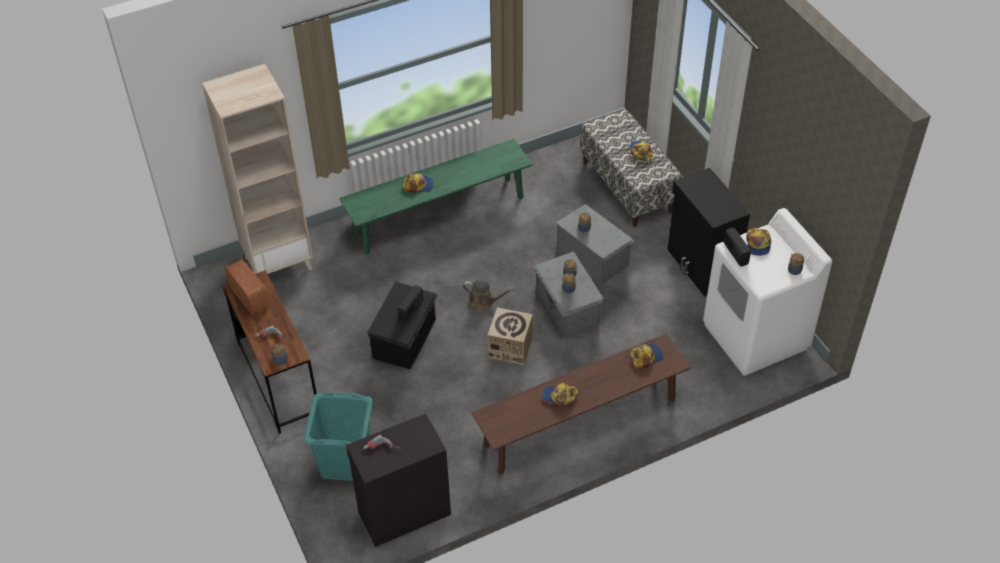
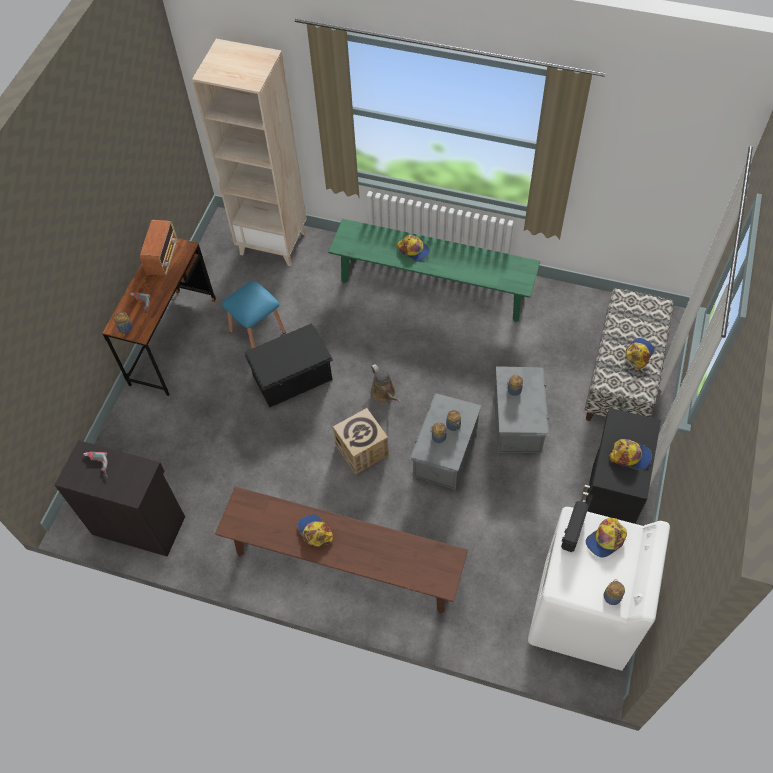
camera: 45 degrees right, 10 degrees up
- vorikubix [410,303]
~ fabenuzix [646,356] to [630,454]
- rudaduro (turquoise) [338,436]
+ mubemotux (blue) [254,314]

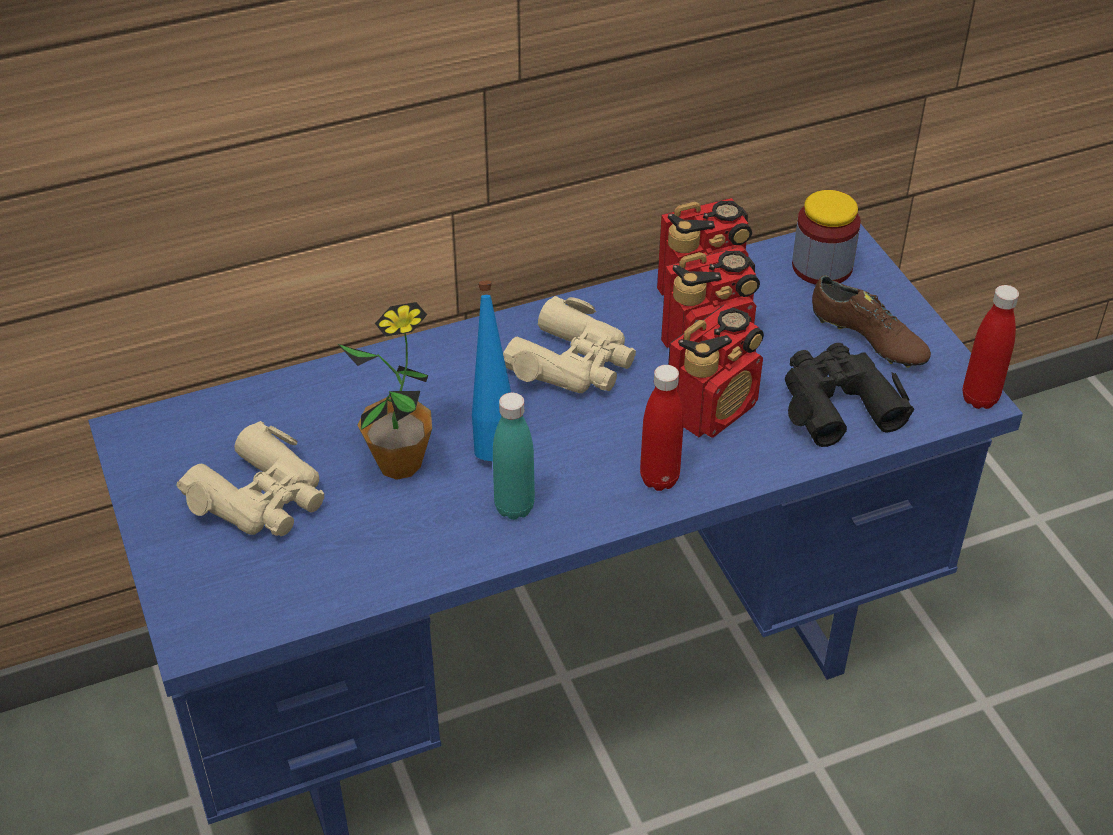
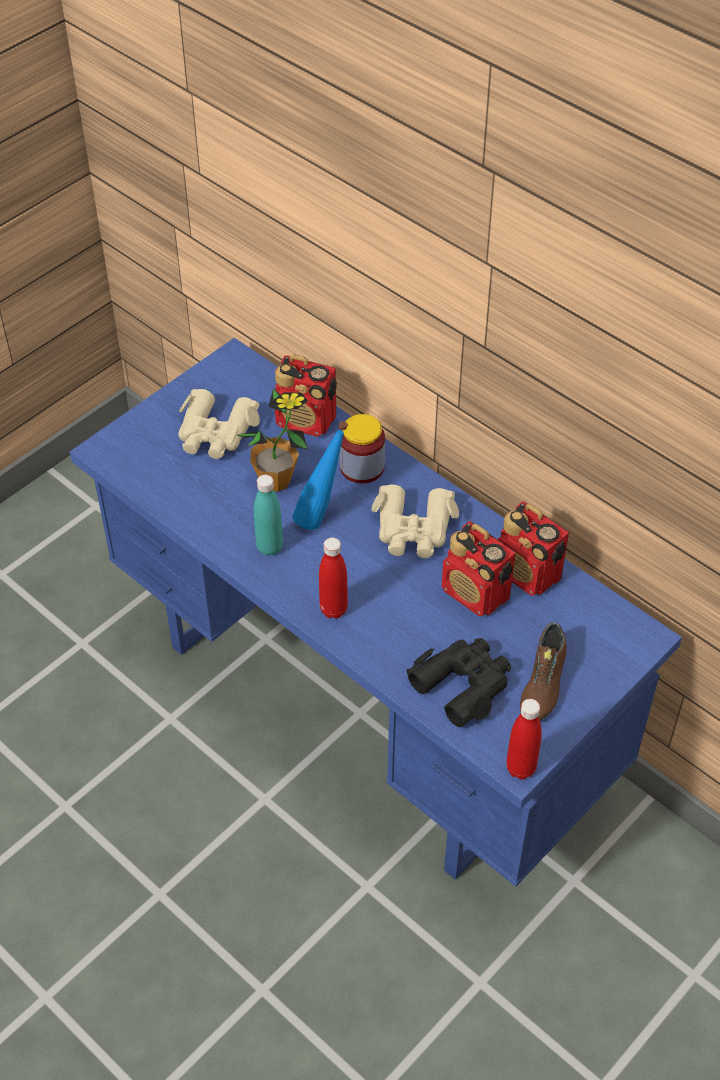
camera: 65 degrees right, 5 degrees up
~ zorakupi [826,237] to [362,448]
~ vorikubix [716,371] to [306,396]

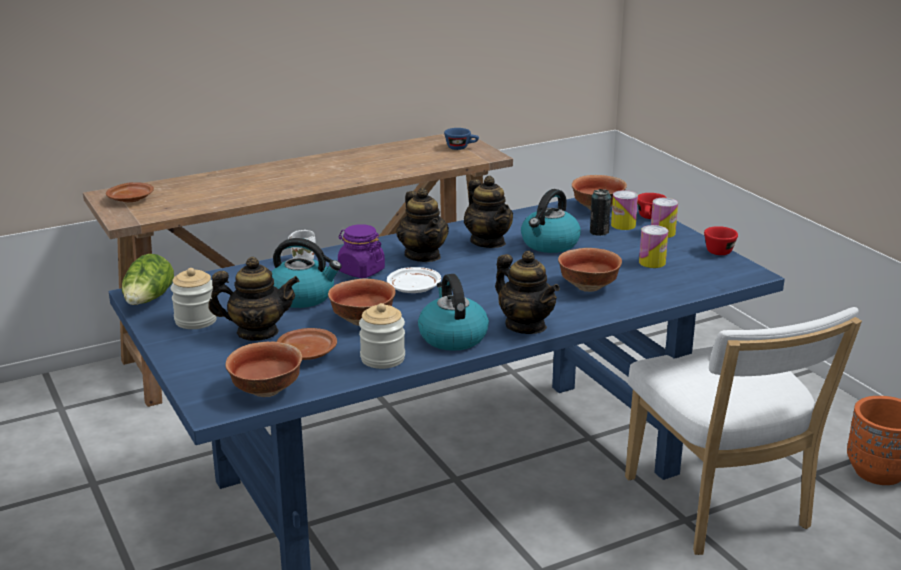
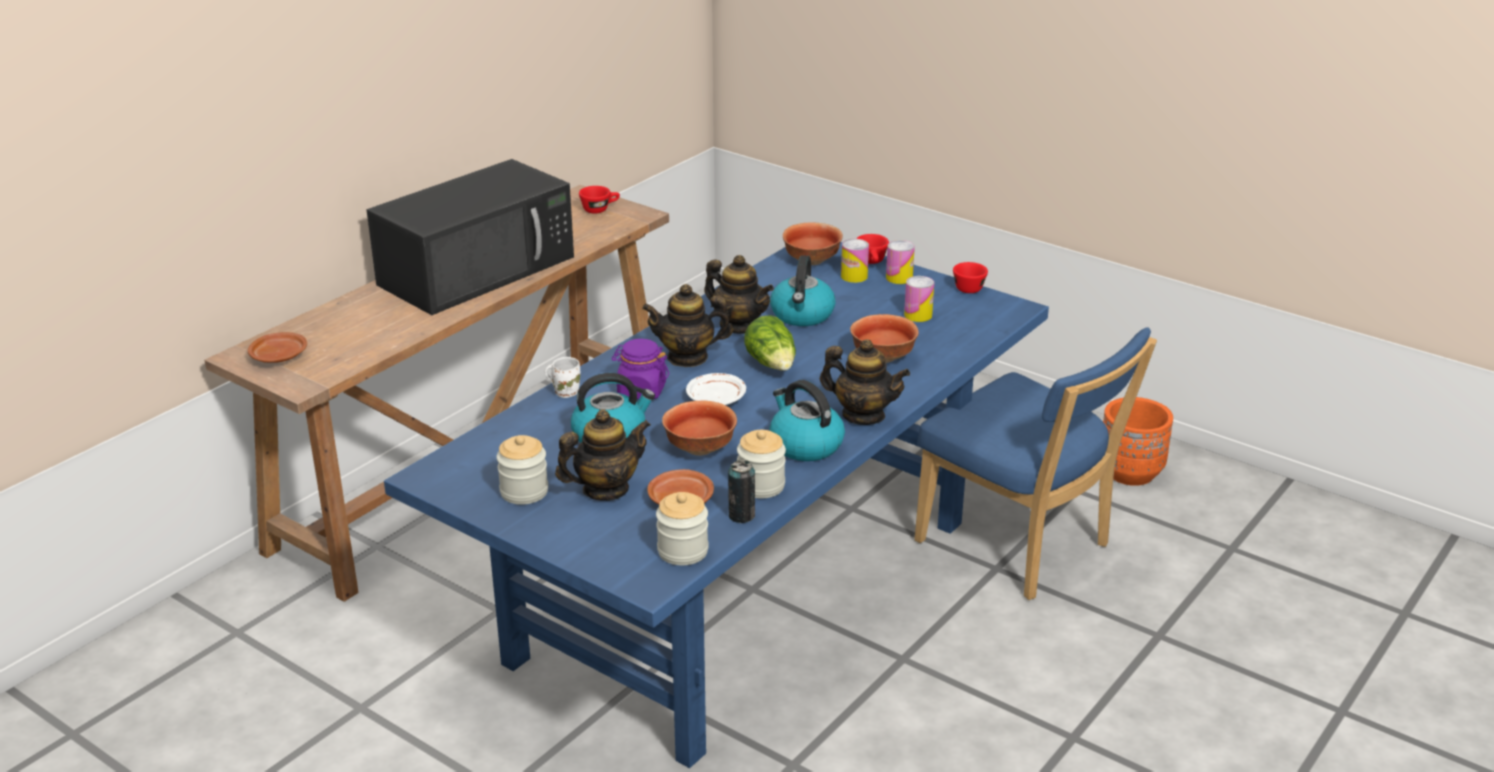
camera: 25 degrees left, 5 degrees up
~ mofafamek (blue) [461,139] to mofafamek (red) [599,200]
~ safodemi [422,225] = [687,325] 135 degrees clockwise
~ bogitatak [600,212] to [741,491]
~ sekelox [148,279] to [770,343]
~ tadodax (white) [743,431] to tadodax (blue) [1035,463]
~ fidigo [263,369] to zorakupi [682,528]
+ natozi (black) [470,237]

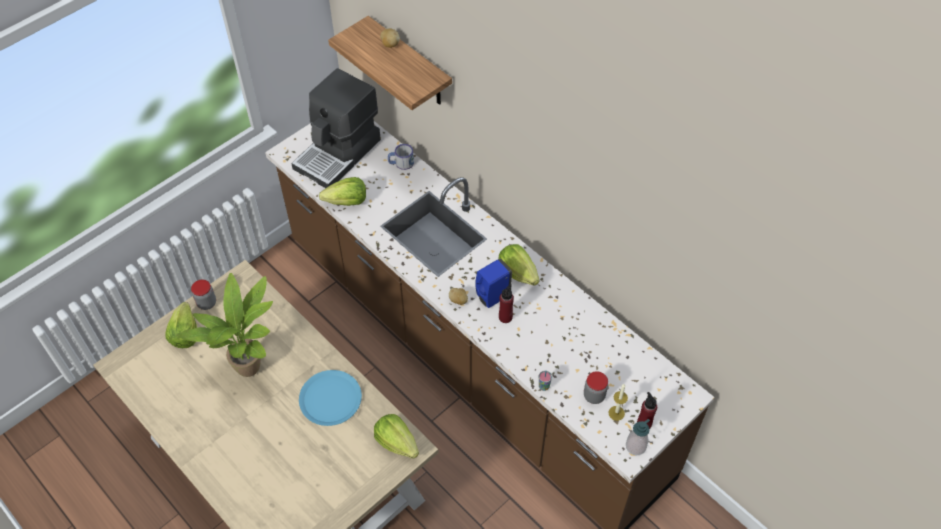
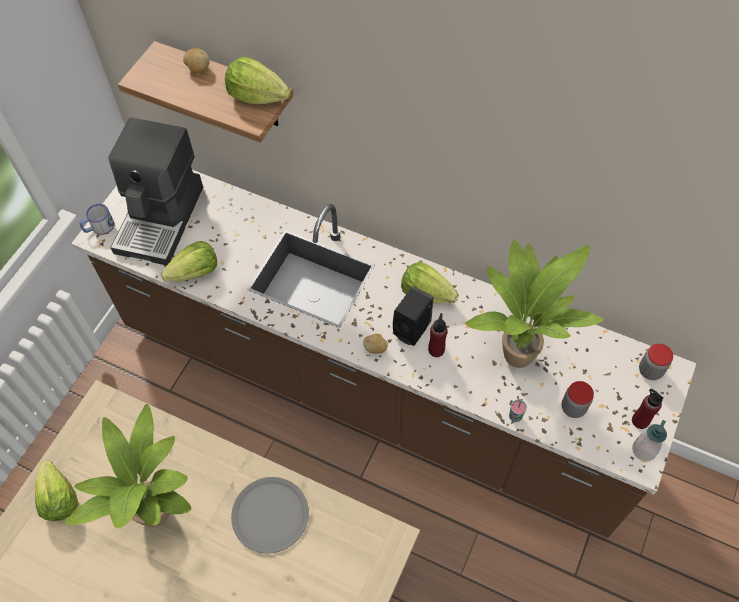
camera: 20 degrees left, 5 degrees up
~ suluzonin [401,157] to [97,219]
~ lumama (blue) [493,283] to lumama (black) [413,316]
~ zorakupi [203,295] to [656,361]
~ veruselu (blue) [330,398] to veruselu (grey) [270,515]
- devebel [618,402]
~ sekelox [396,436] to [258,80]
+ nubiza [534,303]

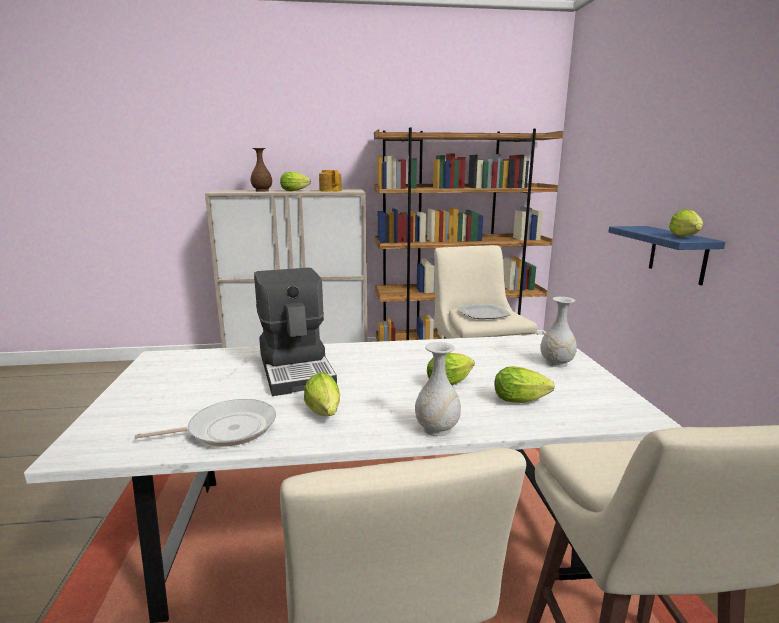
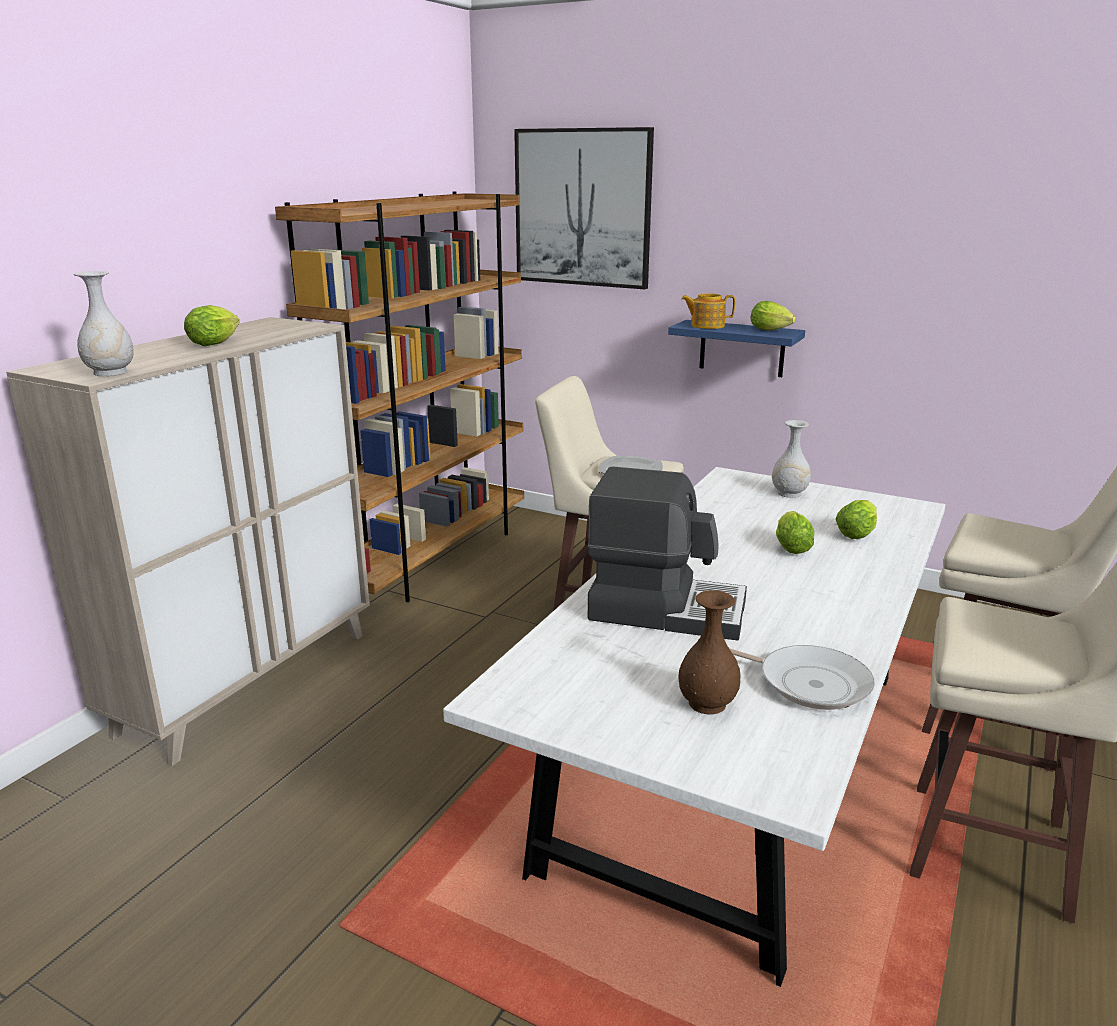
camera: 55 degrees left, 5 degrees up
~ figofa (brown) [261,169] to [709,652]
~ safodemi [330,181] to [708,311]
~ figofa (white) [438,389] to [104,323]
- sekelox [322,394]
~ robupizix [205,423] = [802,677] 105 degrees clockwise
+ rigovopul [584,208]

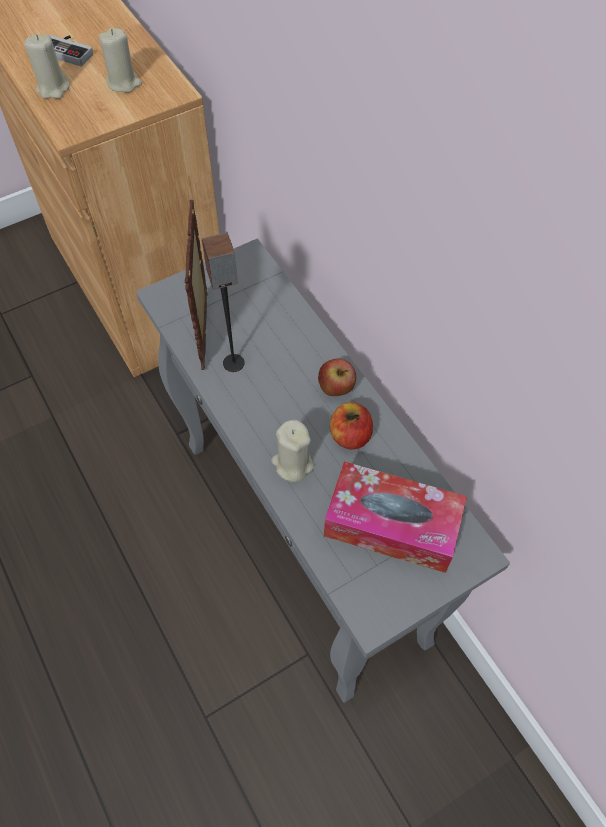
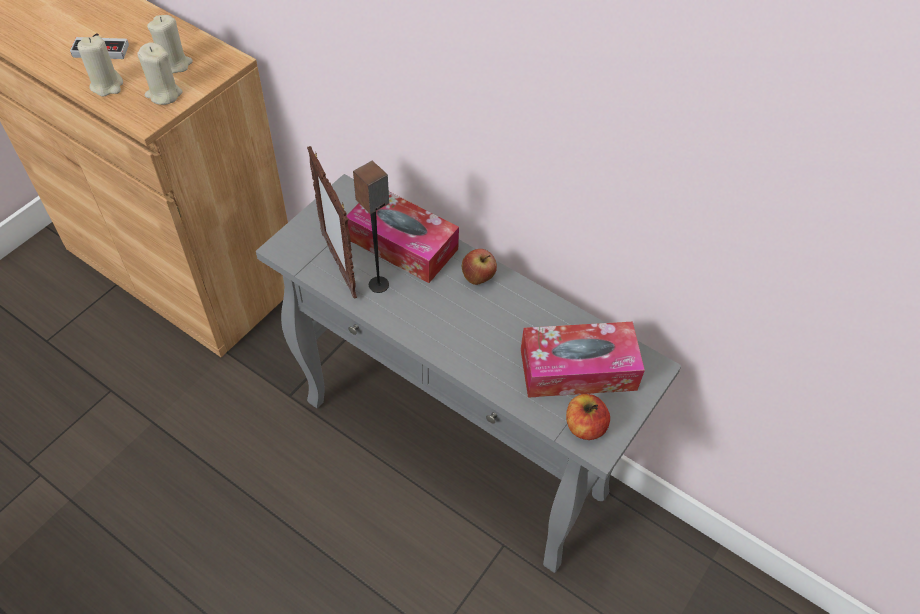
camera: 25 degrees left, 5 degrees down
~ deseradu [351,426] to [588,417]
~ devebel (beige) [292,451] to [160,73]
+ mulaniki [402,237]

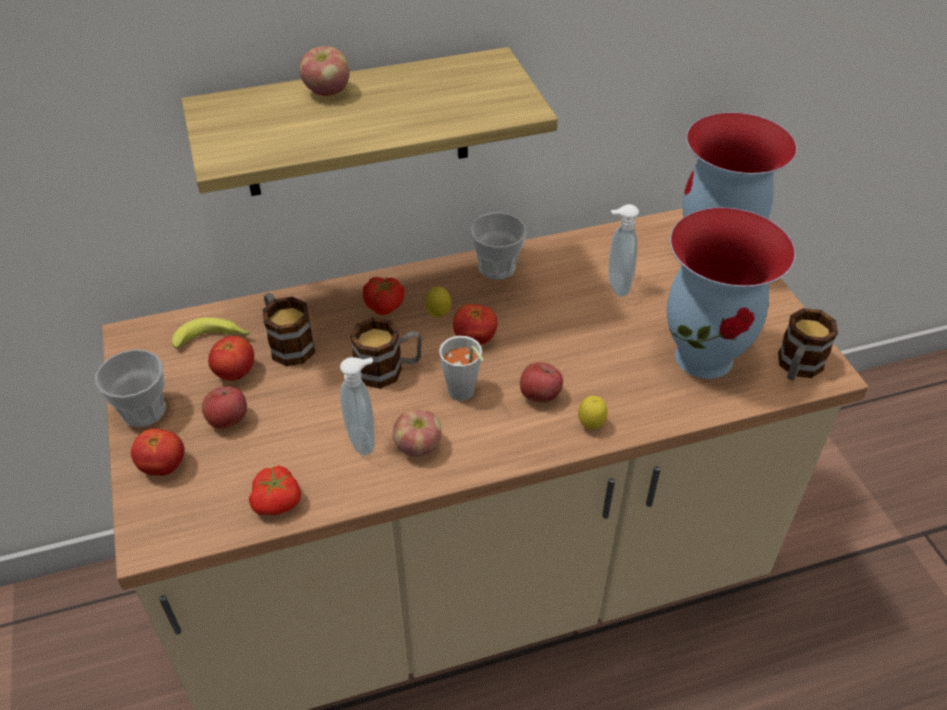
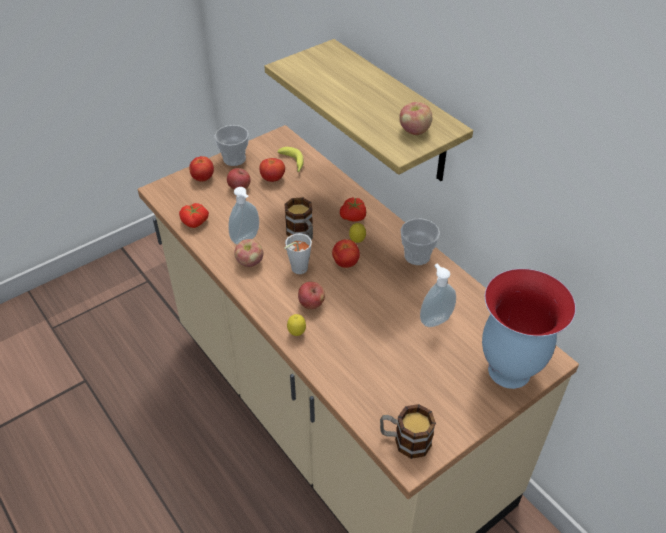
camera: 70 degrees right, 0 degrees up
~ deseradu [324,71] to [416,118]
- figofa [731,293]
- suluzonin [288,329]

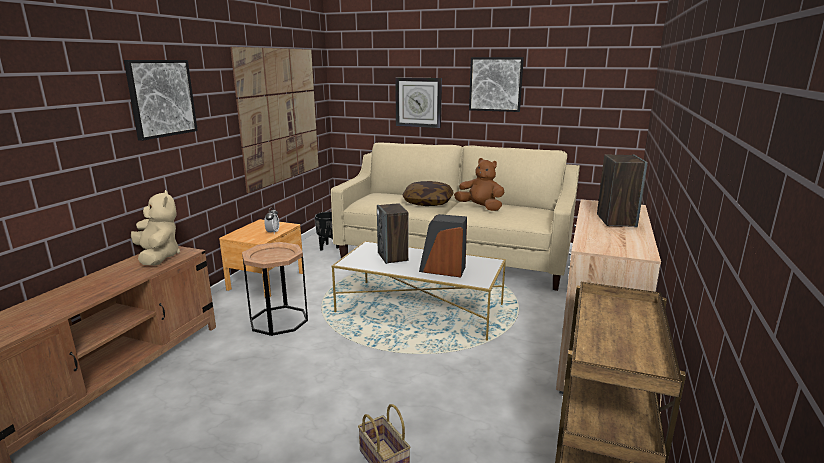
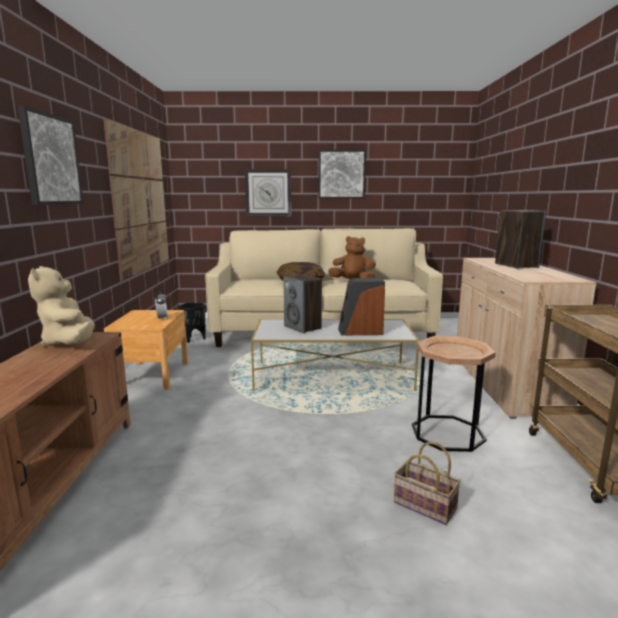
camera: 20 degrees left, 5 degrees down
~ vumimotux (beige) [155,228] = [61,306] 150 degrees counterclockwise
~ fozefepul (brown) [275,289] to [454,394]

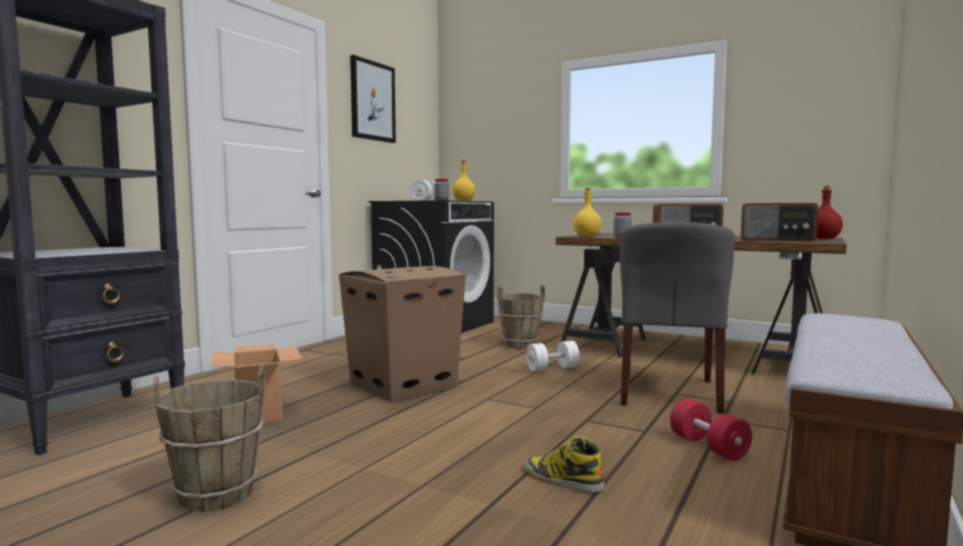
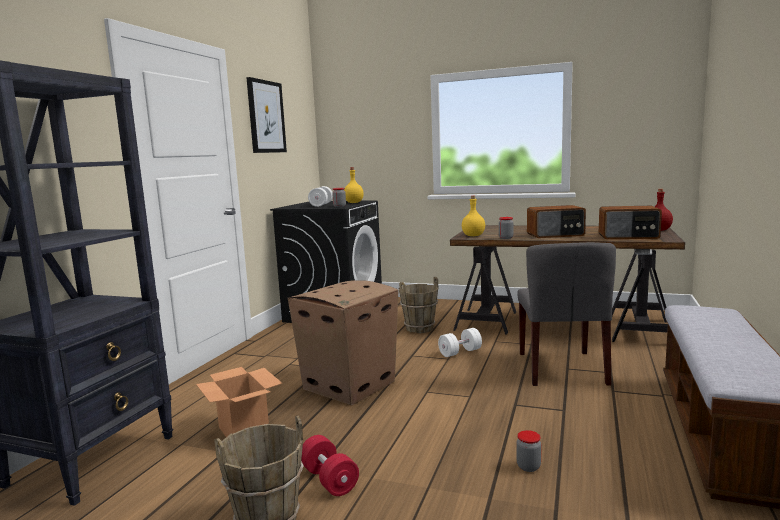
camera: 10 degrees left, 5 degrees up
~ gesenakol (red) [711,430] to [330,465]
~ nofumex [564,464] to zorakupi [529,451]

